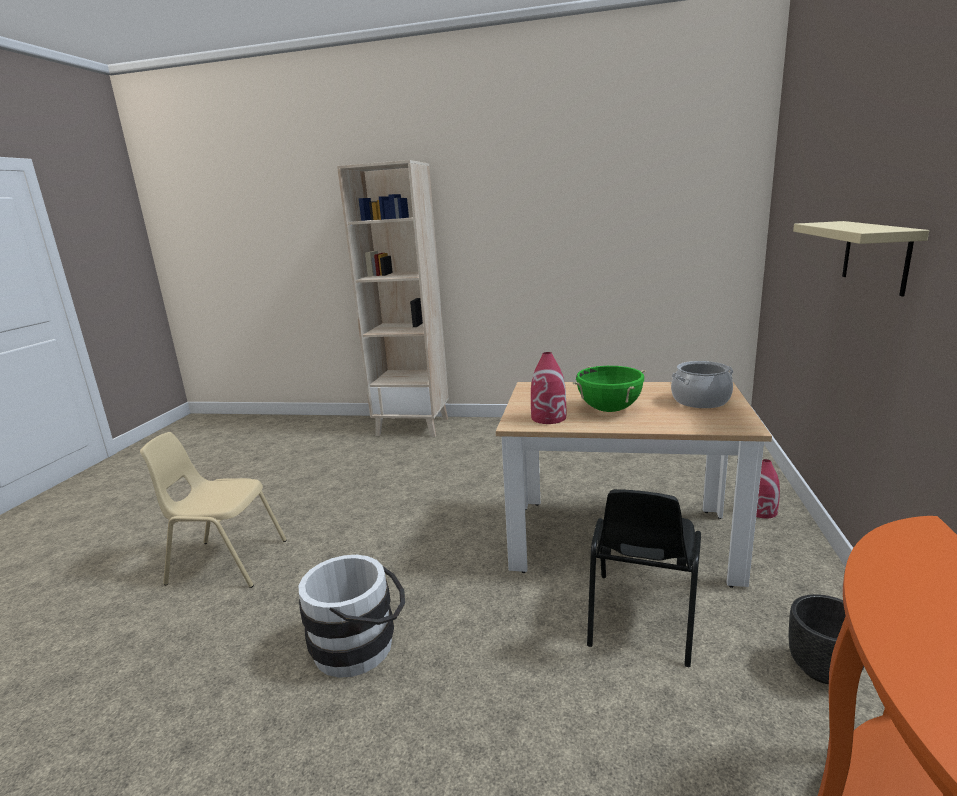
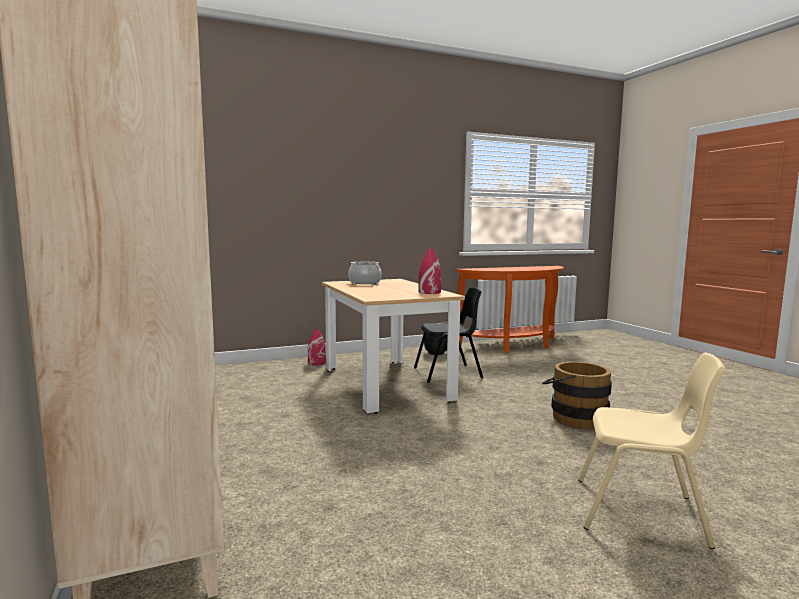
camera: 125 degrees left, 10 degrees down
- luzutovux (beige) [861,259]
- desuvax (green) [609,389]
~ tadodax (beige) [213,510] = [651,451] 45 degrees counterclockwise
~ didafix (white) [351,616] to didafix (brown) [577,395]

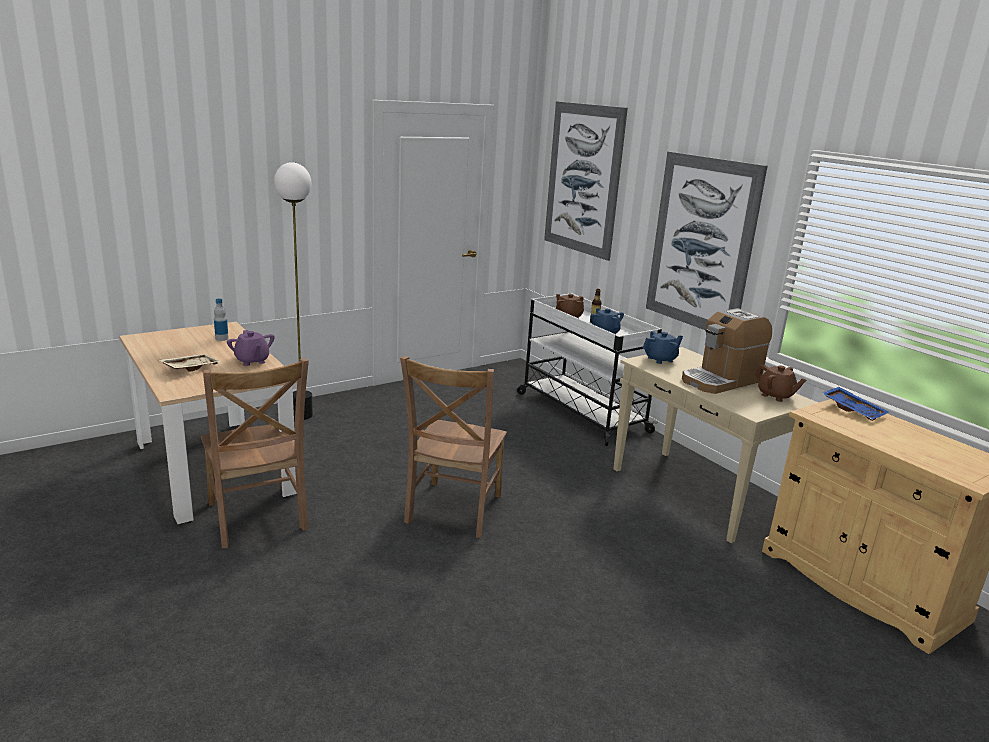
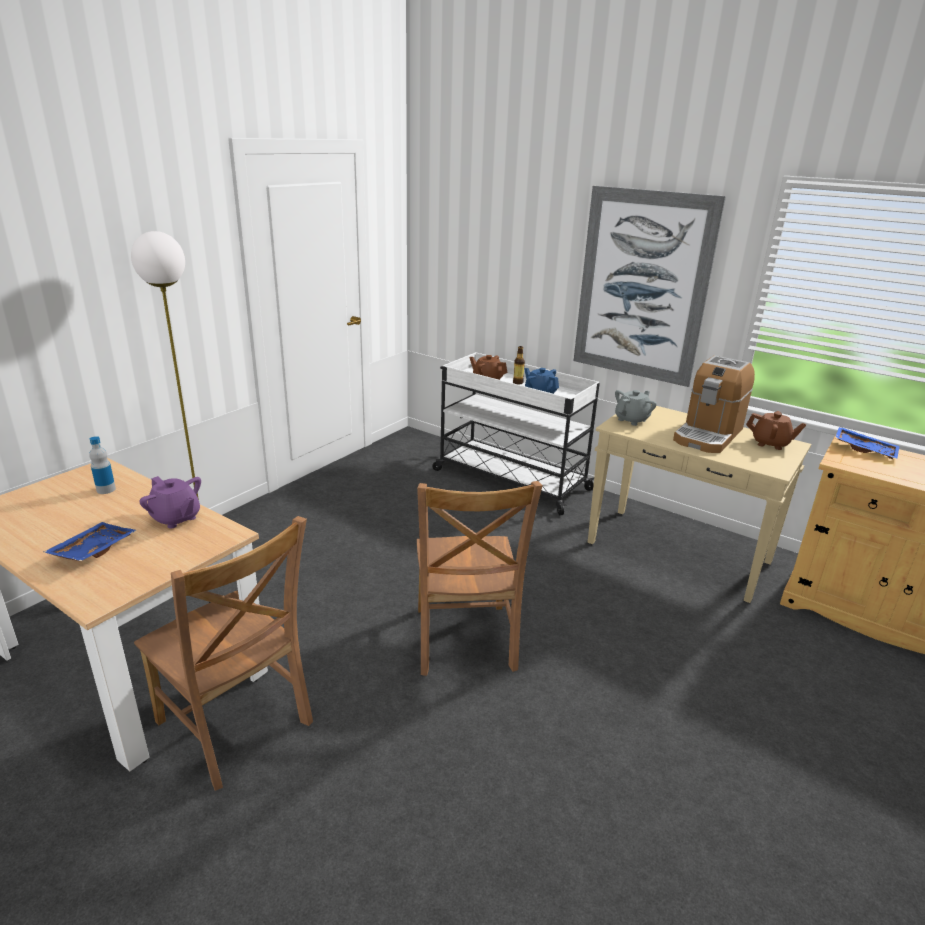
camera: 20 degrees left, 5 degrees up
- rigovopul [586,181]
~ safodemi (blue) [663,347] to safodemi (grey) [636,408]
~ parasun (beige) [190,362] to parasun (blue) [90,541]

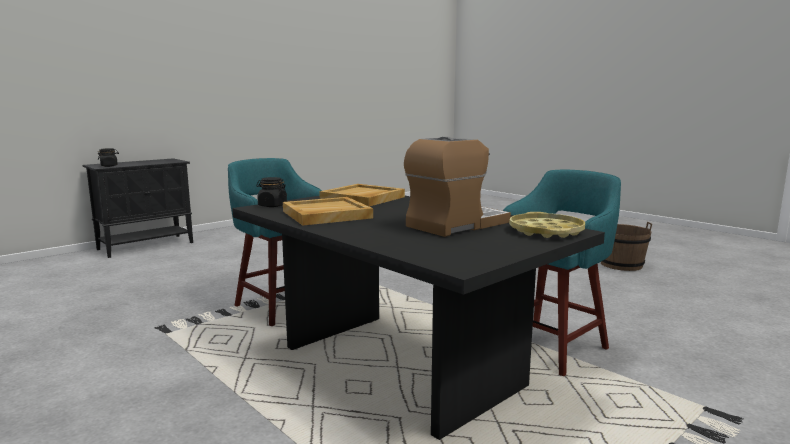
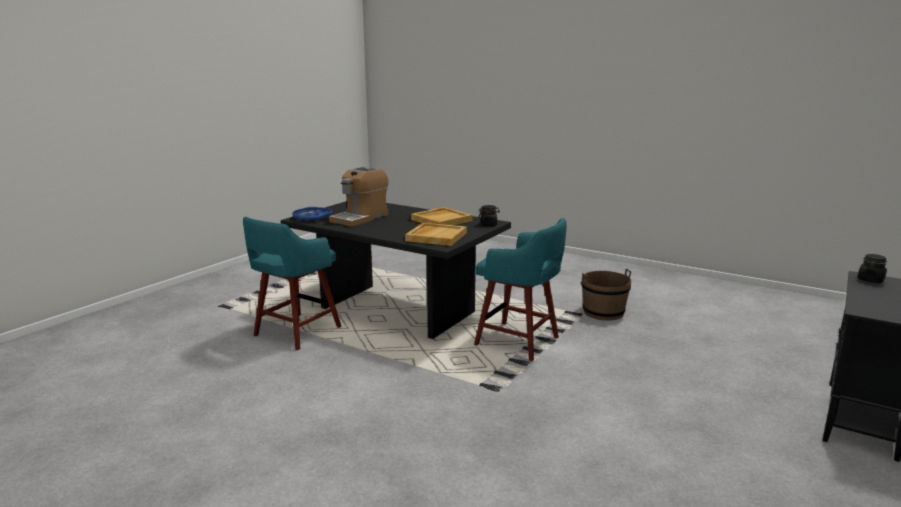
camera: 165 degrees right, 5 degrees up
~ parasun (yellow) [547,225] to parasun (blue) [312,214]
~ didafix (brown) [626,246] to [606,295]

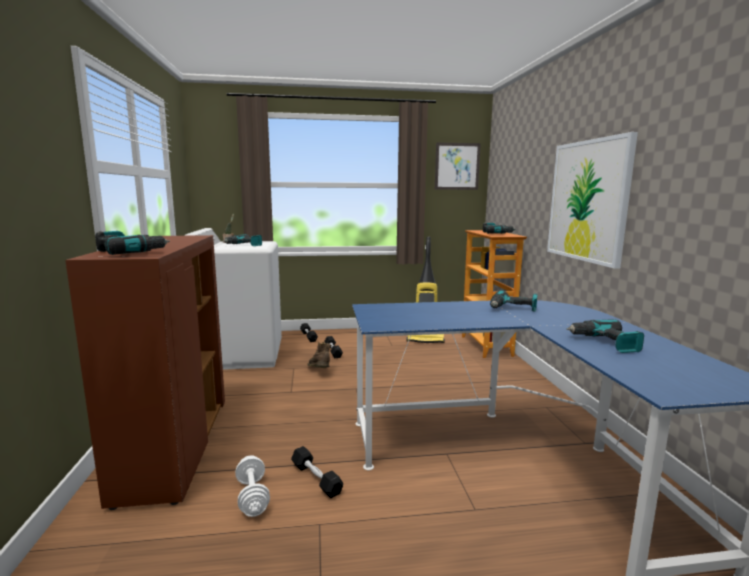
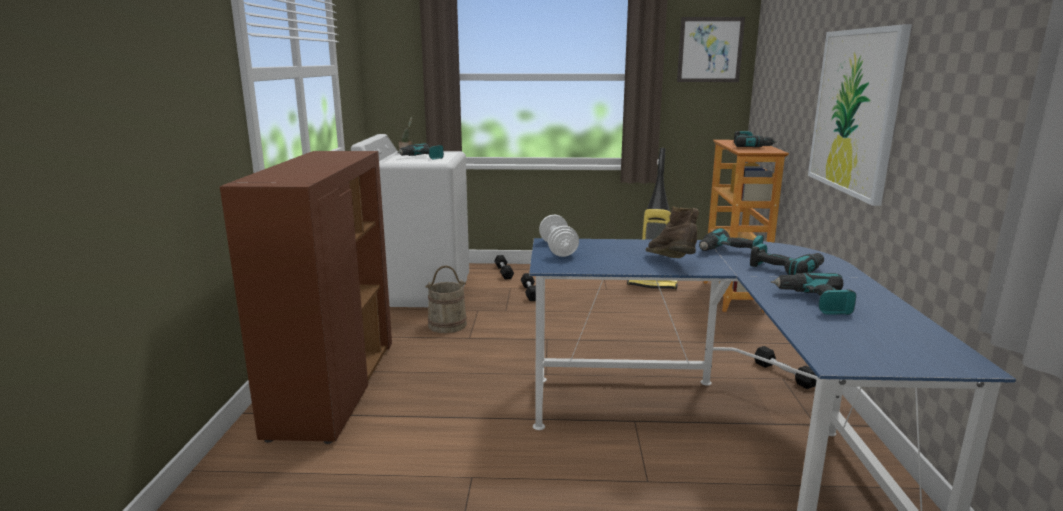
camera: 10 degrees right, 5 degrees up
~ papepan [132,243] to [787,259]
~ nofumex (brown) [319,355] to [672,232]
~ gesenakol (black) [317,472] to [785,367]
~ gesenakol (white) [252,486] to [559,236]
+ didafix (beige) [446,299]

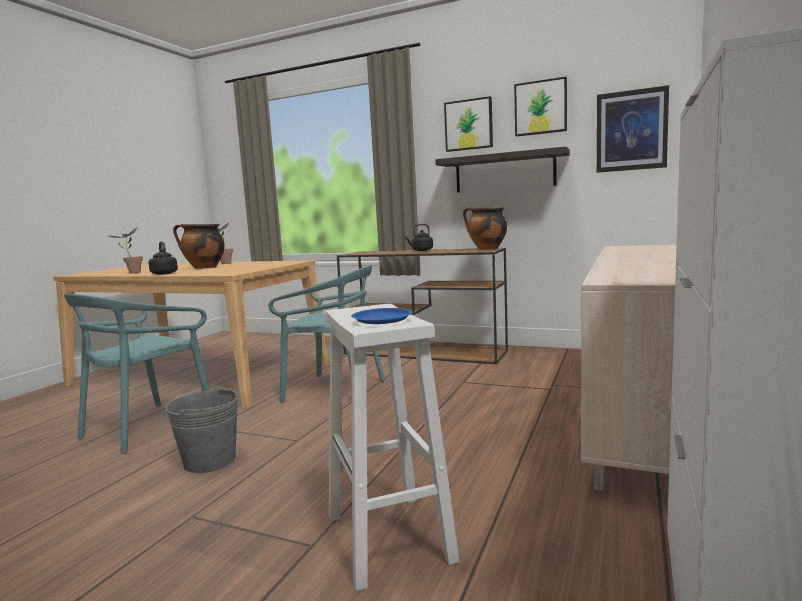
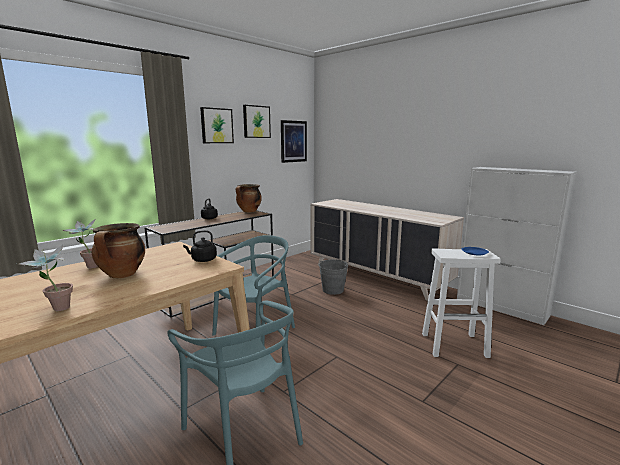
camera: 70 degrees left, 5 degrees up
- luzutovux [502,169]
~ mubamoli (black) [163,258] to [200,246]
~ didafix (grey) [201,429] to [333,277]

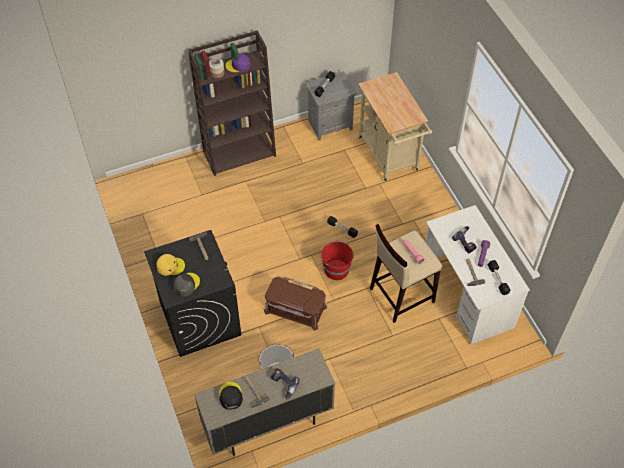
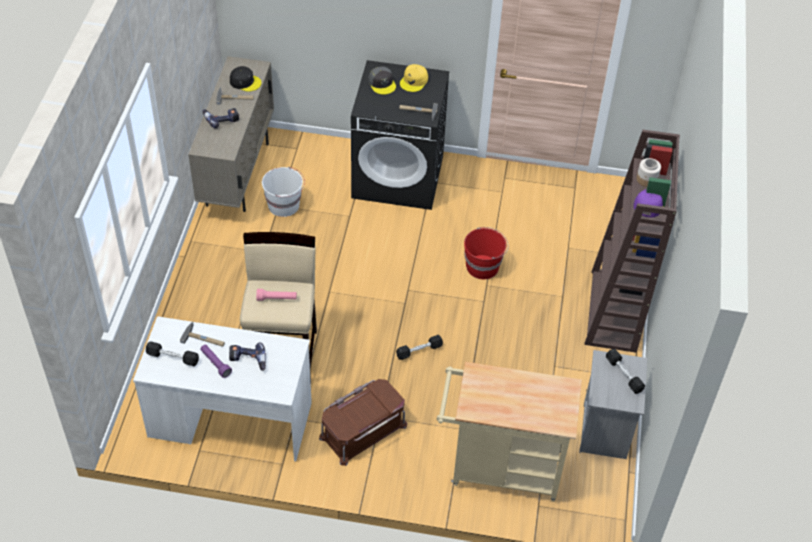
camera: 120 degrees right, 5 degrees down
~ didafix (red) [337,260] to [486,253]
~ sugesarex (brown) [295,303] to [363,422]

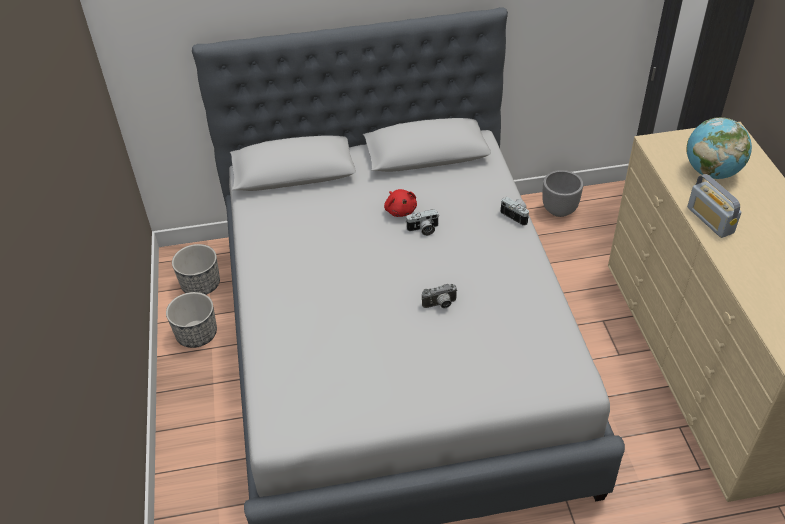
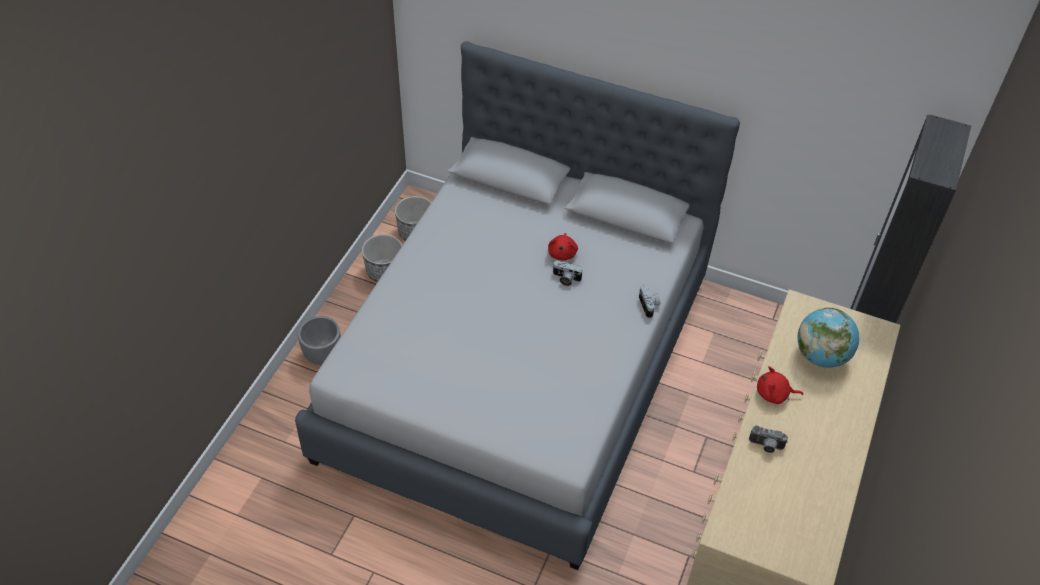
camera: 30 degrees right, 5 degrees up
~ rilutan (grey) [562,193] to [319,340]
~ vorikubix [714,206] to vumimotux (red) [780,385]
~ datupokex [440,296] to [768,439]

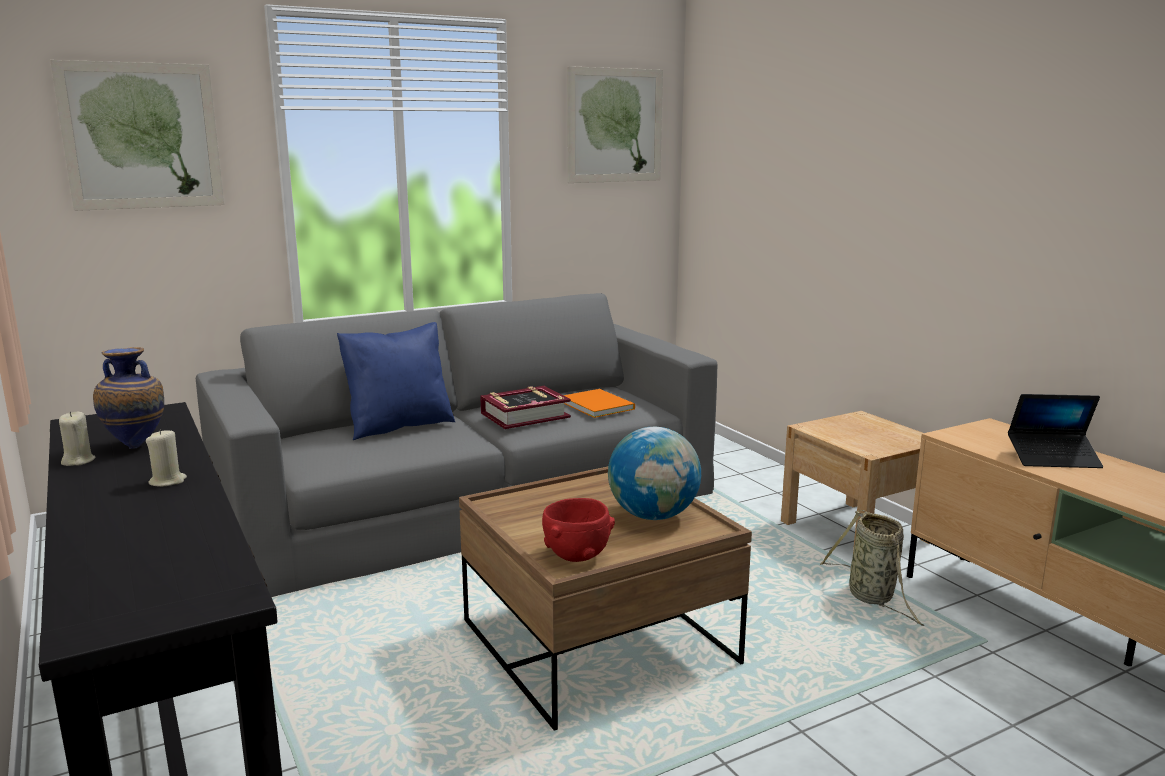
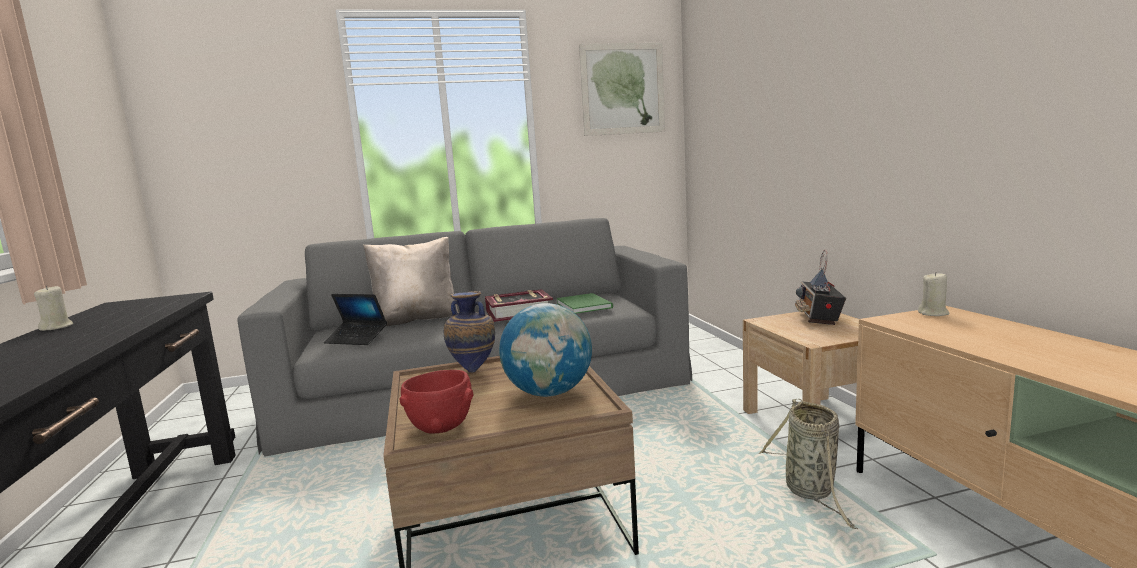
camera: 15 degrees right, 5 degrees down
- rigovopul [137,135]
~ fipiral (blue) [396,381] to fipiral (beige) [411,281]
~ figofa [128,398] to [469,332]
~ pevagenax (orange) [599,403] to pevagenax (green) [585,303]
~ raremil [1055,431] to [355,319]
~ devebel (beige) [166,458] to [933,294]
+ vorikubix [820,287]

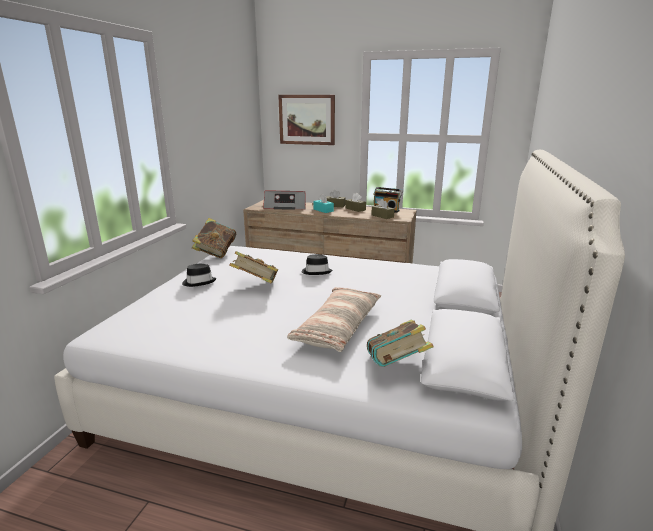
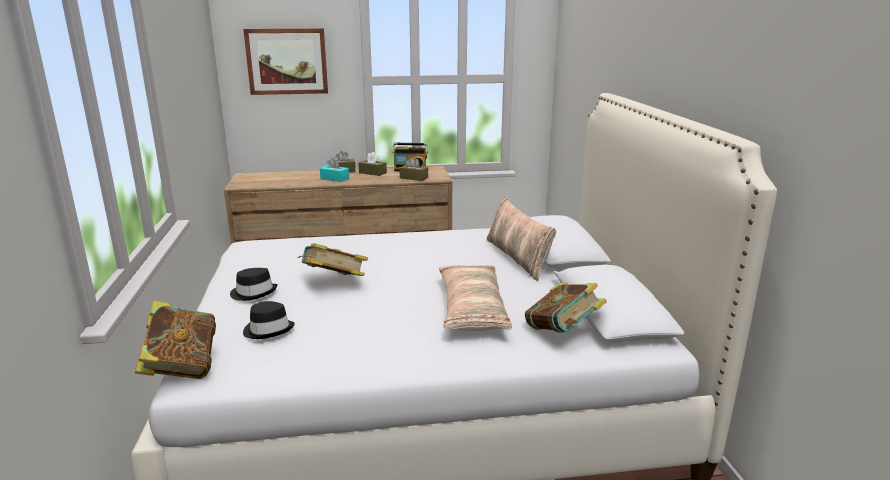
camera: 25 degrees left, 0 degrees up
- vorikubix [284,200]
~ pevagenax [214,238] to [175,340]
~ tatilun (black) [316,264] to [269,320]
+ fipiral [521,238]

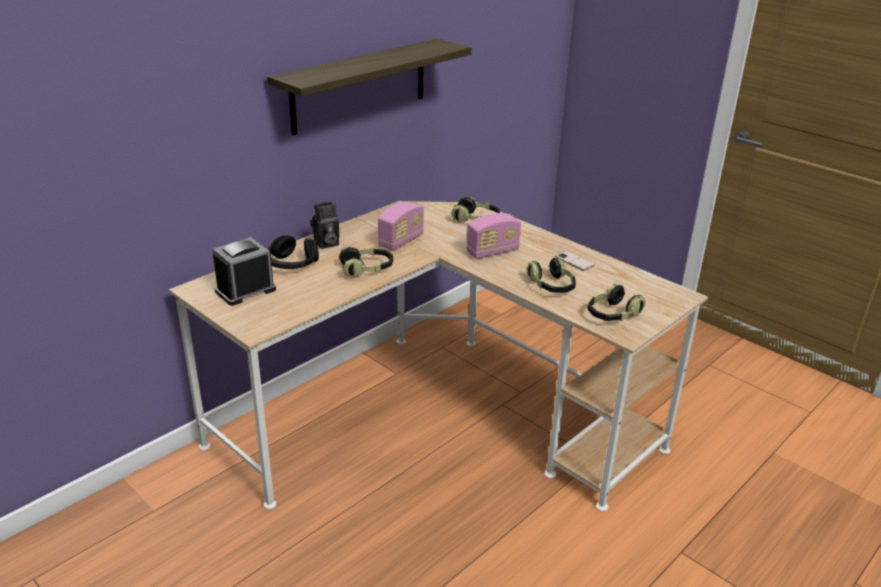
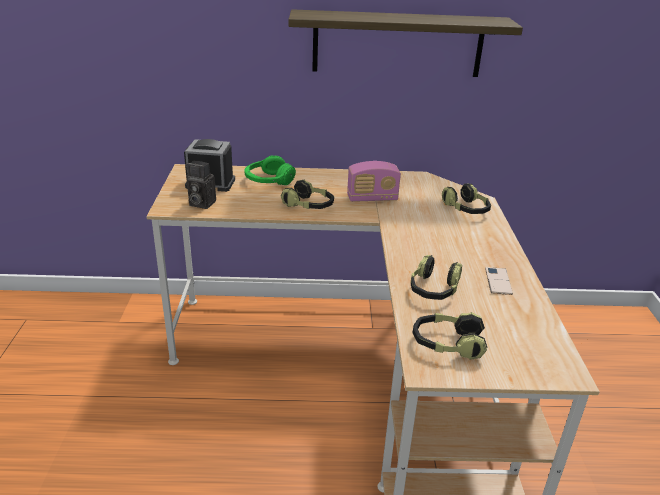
camera: 45 degrees right, 0 degrees up
~ datupokex [324,225] to [201,185]
- vorikubix [493,236]
~ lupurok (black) [293,252] to lupurok (green) [270,170]

